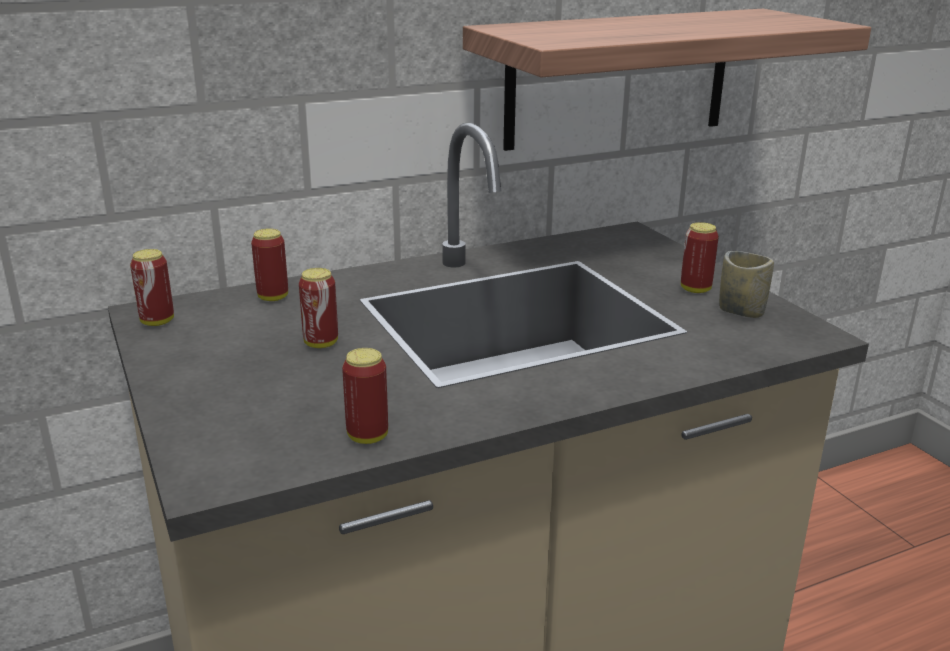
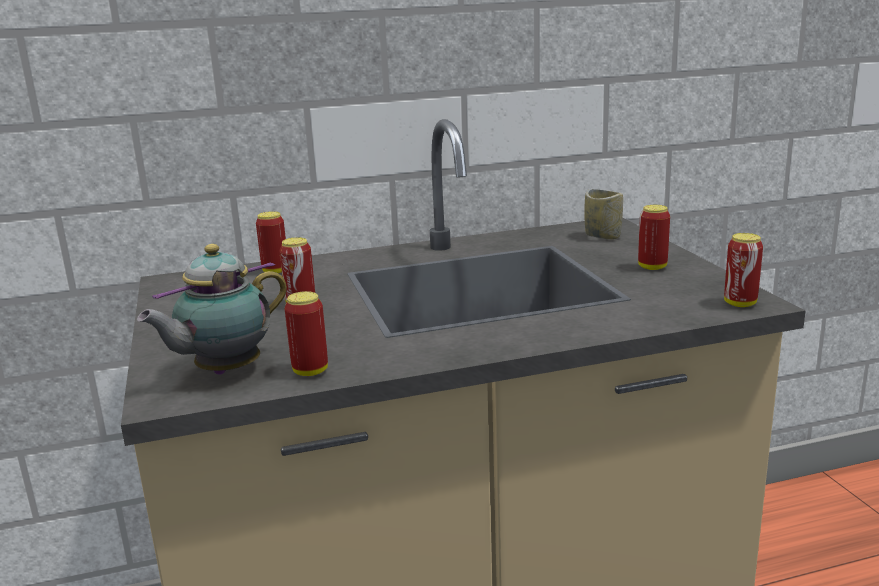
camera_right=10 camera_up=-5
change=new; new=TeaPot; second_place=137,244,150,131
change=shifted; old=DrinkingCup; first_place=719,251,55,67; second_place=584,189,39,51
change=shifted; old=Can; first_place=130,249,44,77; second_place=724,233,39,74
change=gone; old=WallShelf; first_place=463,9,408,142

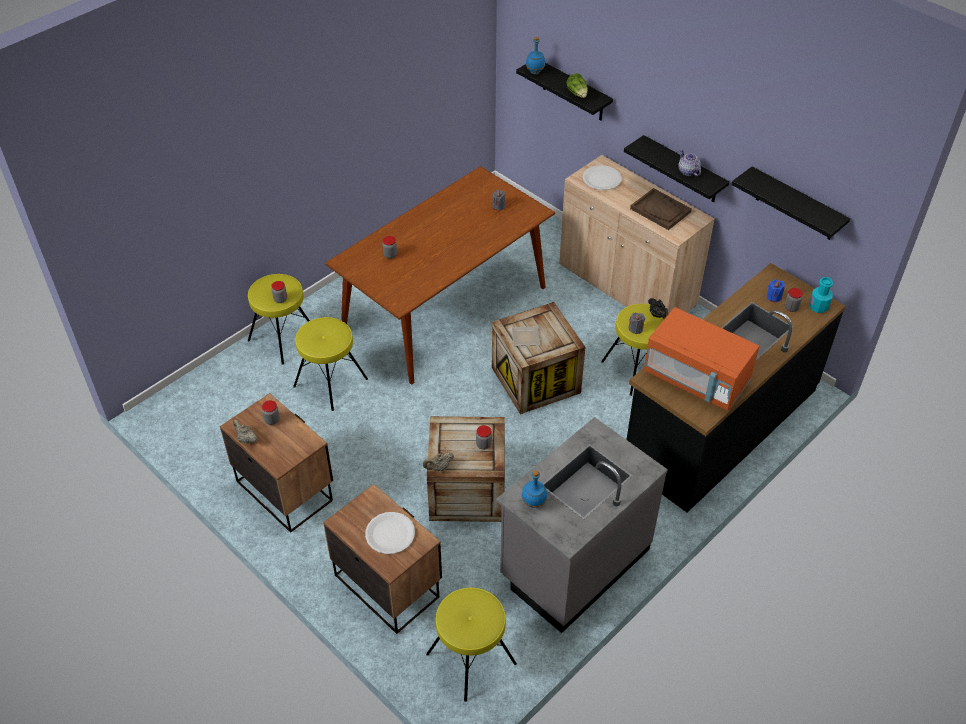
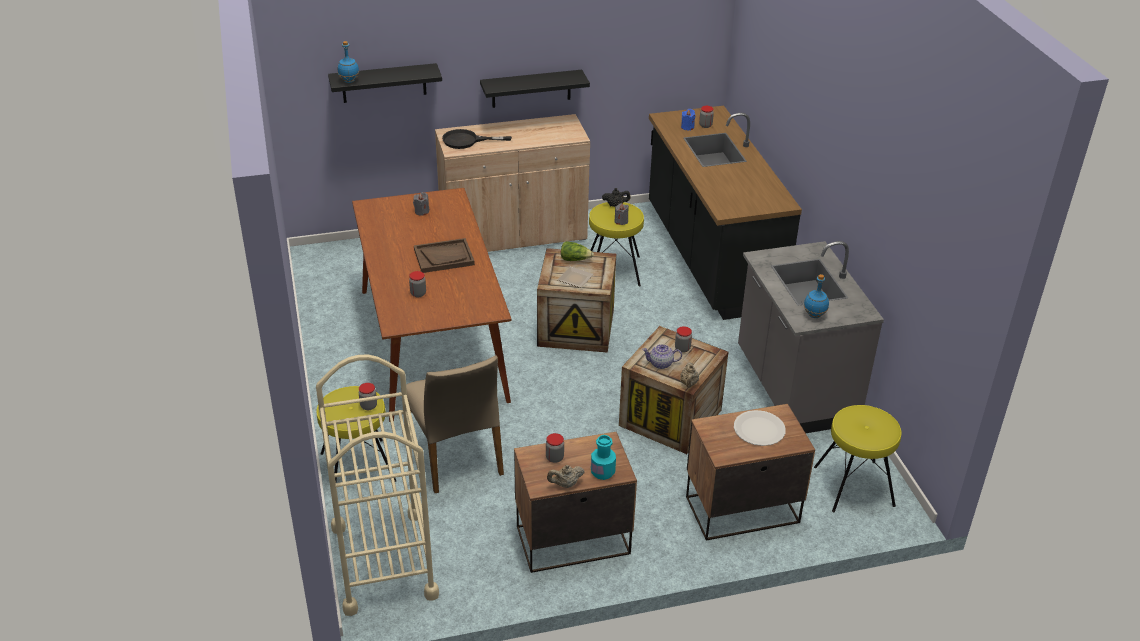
camera_right=-60 camera_up=-10
change=new; new=SandColouredWheeledCart; second_place=316,354,123,262
change=swapped; old=YellowColouredSittingStool; new=SandColouredChair; first_place=293,317,75,94; second_place=406,356,98,137
change=shifted; old=BrownishCarryingTray; first_place=630,188,62,42; second_place=414,238,61,35
change=swapped; old=WhitishDinnerPlate; new=BlackishPan; first_place=583,165,39,25; second_place=442,129,70,20
change=shifted; old=HeadOfLettuce; first_place=567,74,21,24; second_place=561,241,33,20
change=shifted; old=BlueGreenBeverageBottle; first_place=809,277,24,36; second_place=591,435,25,45
change=shifted; old=TeaPot; first_place=678,149,23,27; second_place=642,344,40,25
change=gone; old=OrangeMicrowaveOven; first_place=644,307,115,104
change=gone; old=BlackishWallShelf; first_place=732,167,118,73

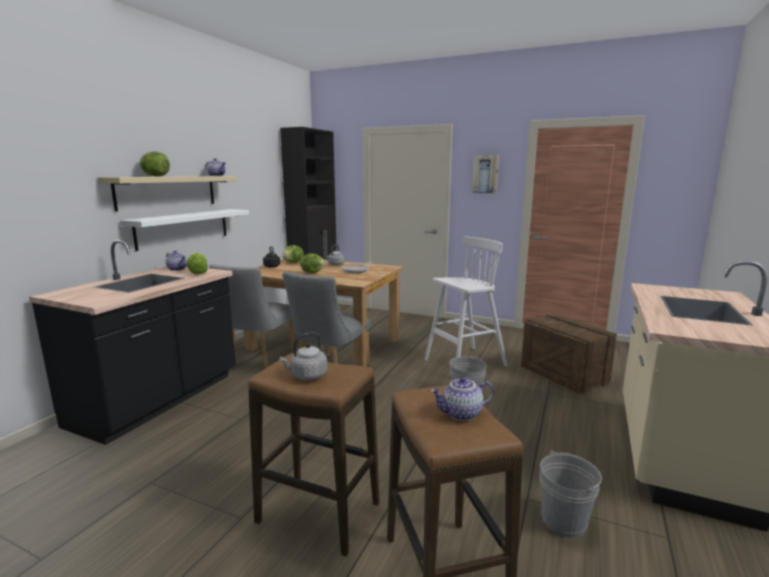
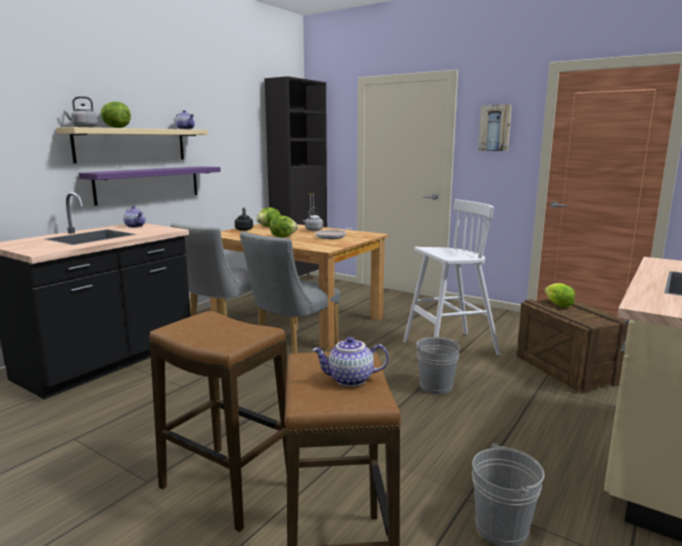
camera_right=10 camera_up=0
change=shifted; old=GrayWaterKettle; first_place=279,332,48,48; second_place=63,96,35,31
change=repainted; old=WhitishWallShelf; new=PurpleColouredWallShelf; first_place=120,209,129,42; second_place=79,166,142,40
change=shifted; old=HeadOfLettuce; first_place=186,253,22,21; second_place=545,283,30,24

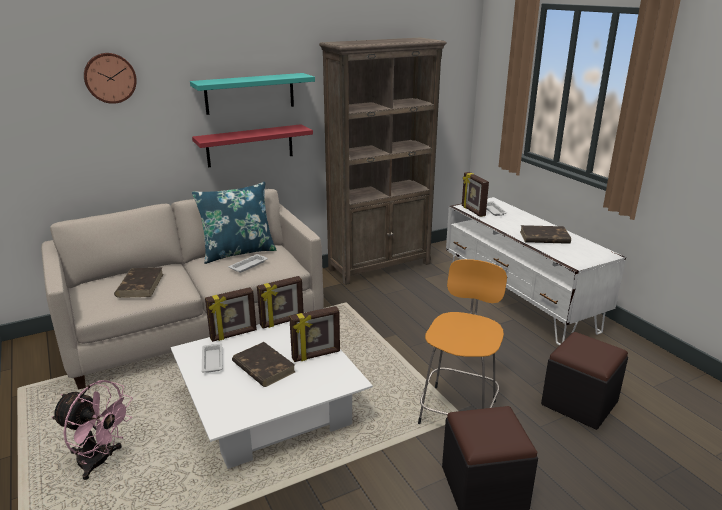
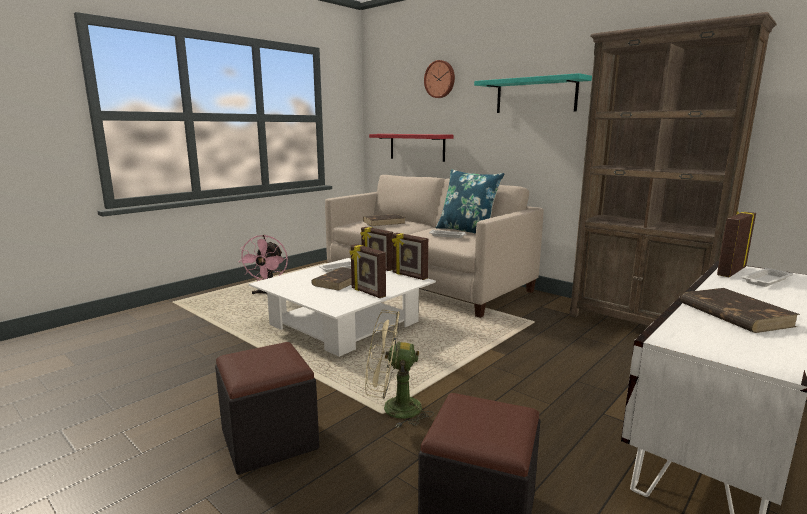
camera_right=70 camera_up=-10
change=swapped; old=OrangeSittingStool; new=SandColouredCoolingFan; first_place=418,259,89,165; second_place=365,310,69,118
change=shifted; old=RedColouredWallShelf; first_place=192,124,121,44; second_place=369,134,84,28

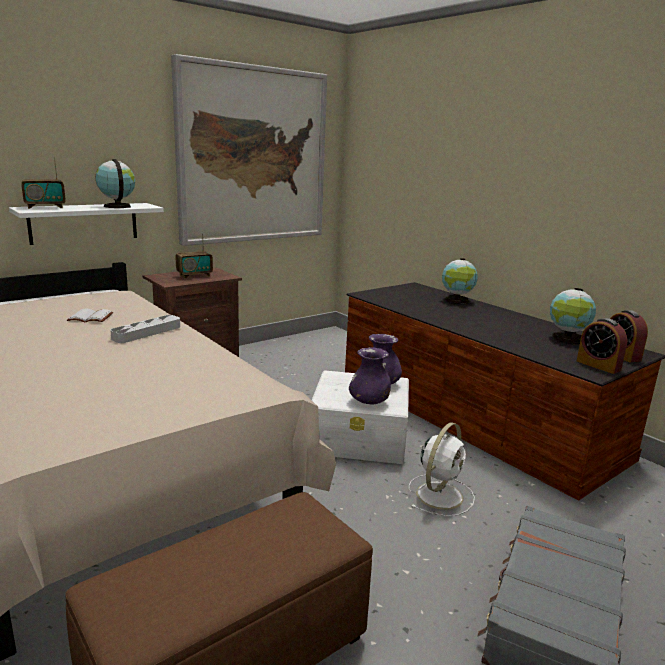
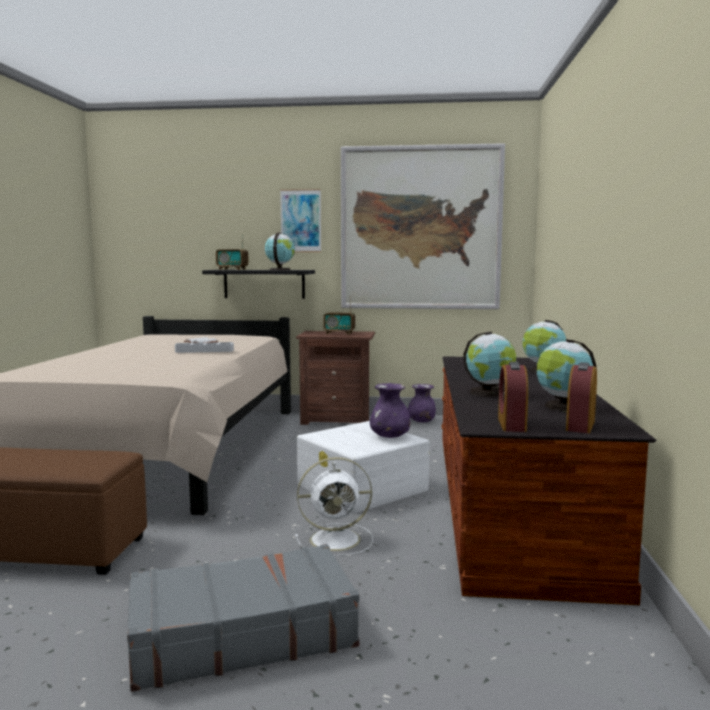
camera_right=45 camera_up=-10
change=repainted; old=WhitishWallShelf; new=BlackishWallShelf; first_place=9,203,155,42; second_place=202,270,113,29
change=new; new=WallArt; second_place=280,189,41,63
change=shifted; old=PurpleColouredVase; first_place=349,347,42,58; second_place=408,384,28,39
change=new; new=DeskGlobe; second_place=463,332,53,65

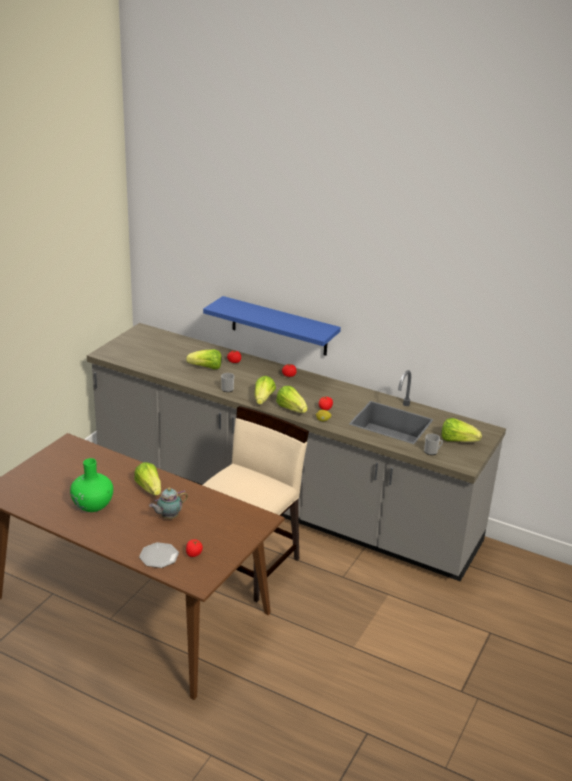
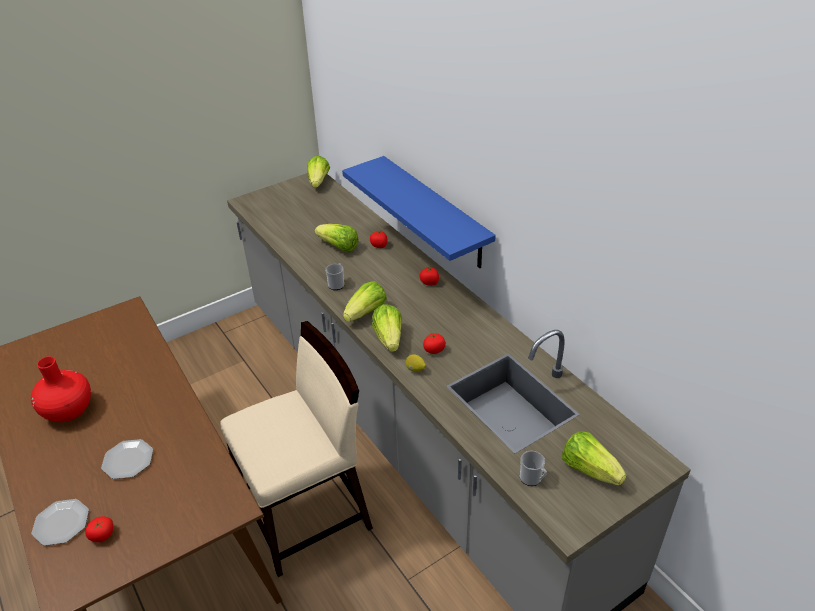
camera_right=30 camera_up=10
change=repainted; old=GreenishVase; new=RedColouredVase; first_place=70,458,43,54; second_place=31,356,60,66
change=swapped; old=TeaPot; new=DinnerPlate; first_place=149,488,39,31; second_place=101,439,52,40
change=shifted; old=HeadOfLettuce; first_place=134,462,27,34; second_place=307,156,23,32

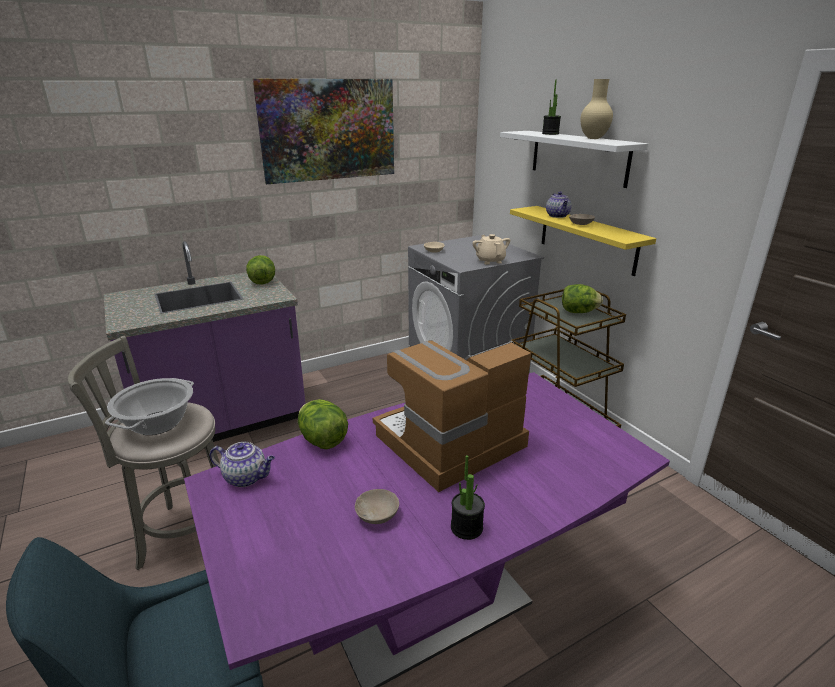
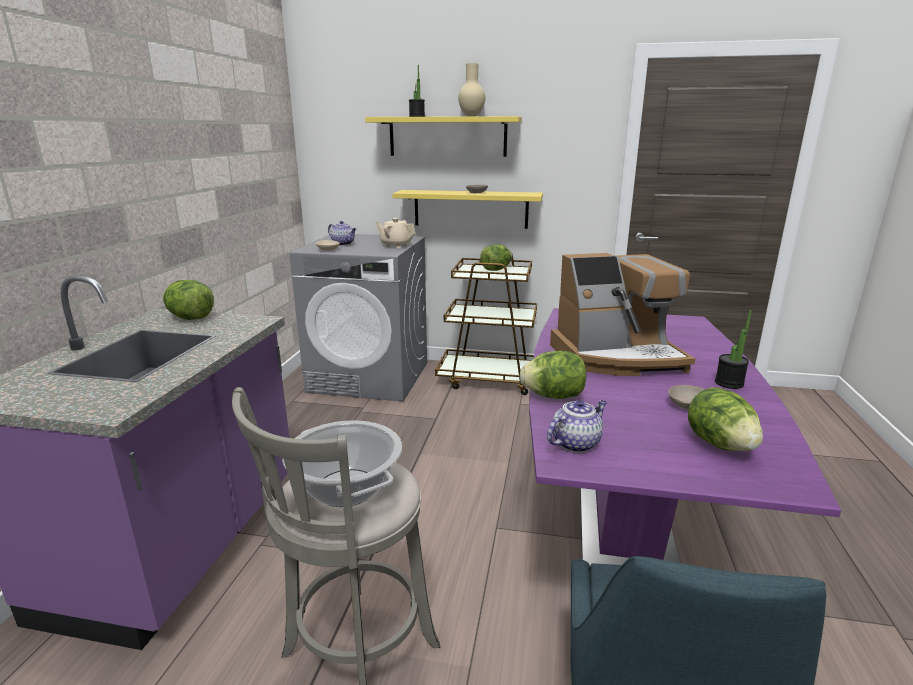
camera_right=-50 camera_up=-5
change=shifted; old=TeaPot; first_place=546,192,26,26; second_place=328,221,28,24
change=repainted; old=WhitishWallShelf; new=YellowColouredWallShelf; first_place=500,131,148,57; second_place=365,116,157,41
change=rotated; old=CoffeeMachine; first_place=373,340,158,152; second_place=550,253,145,123; degrees=-105
change=new; new=HeadOfLettuce; second_place=688,387,75,64
change=gone; old=WallArt; first_place=253,79,141,105

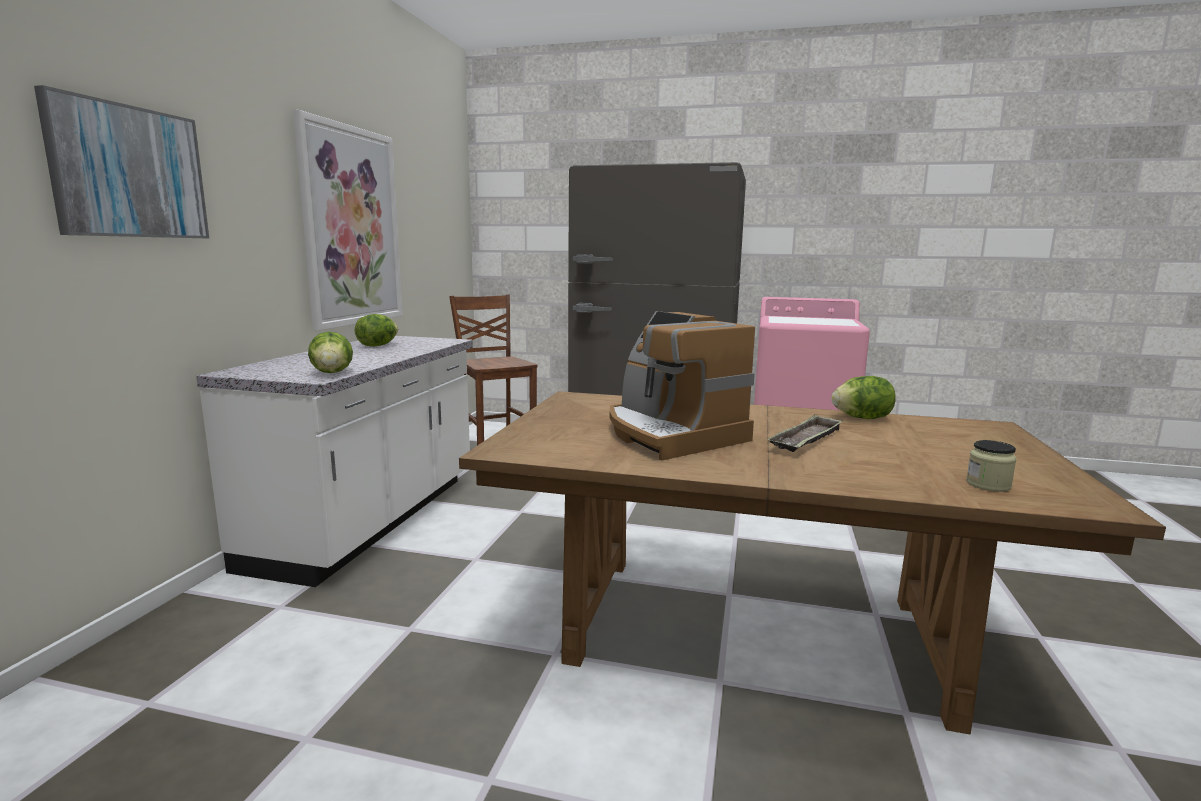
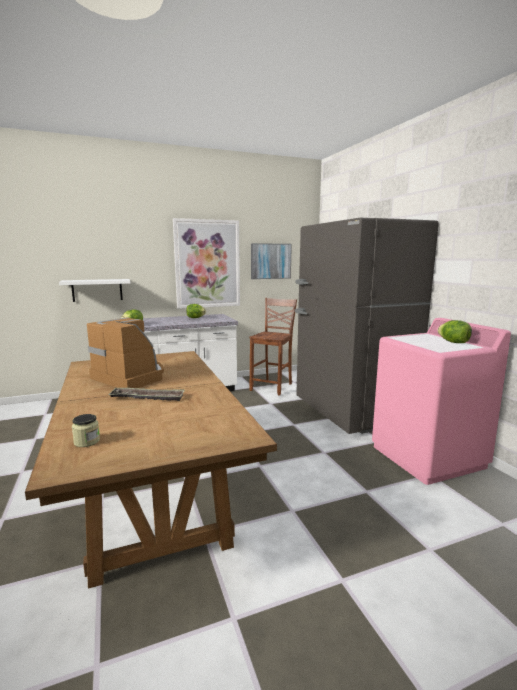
camera_right=55 camera_up=0
change=new; new=WhitishWallShelf; second_place=59,279,71,23
change=rotated; old=CoffeeMachine; first_place=609,311,146,149; second_place=87,317,77,71; degrees=105
change=shifted; old=WallArt; first_place=34,85,175,153; second_place=251,243,41,36
change=shifted; old=HeadOfLettuce; first_place=831,376,65,43; second_place=438,320,34,23

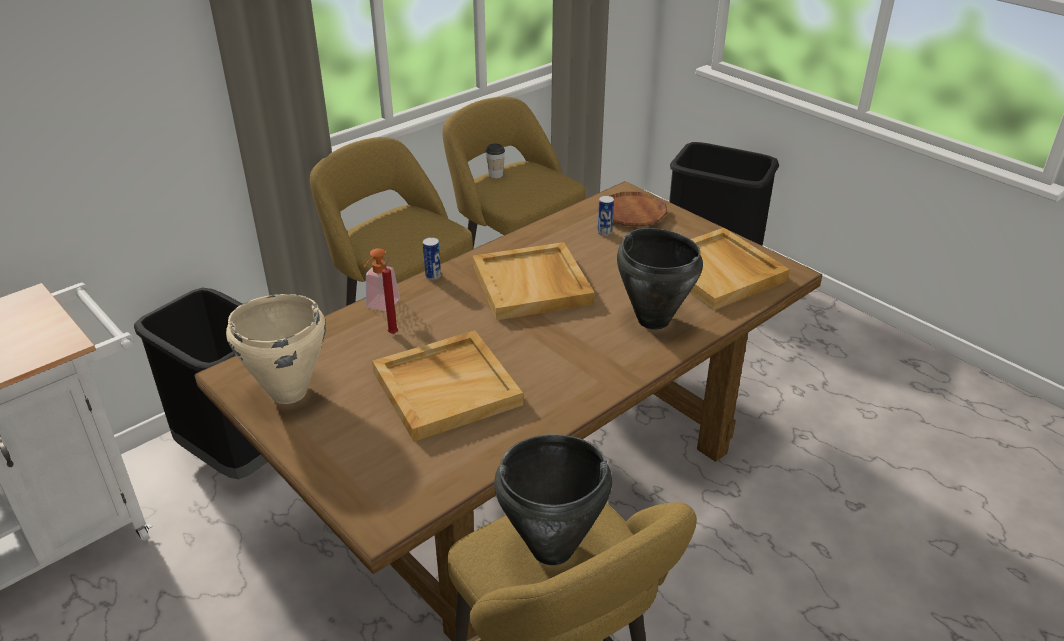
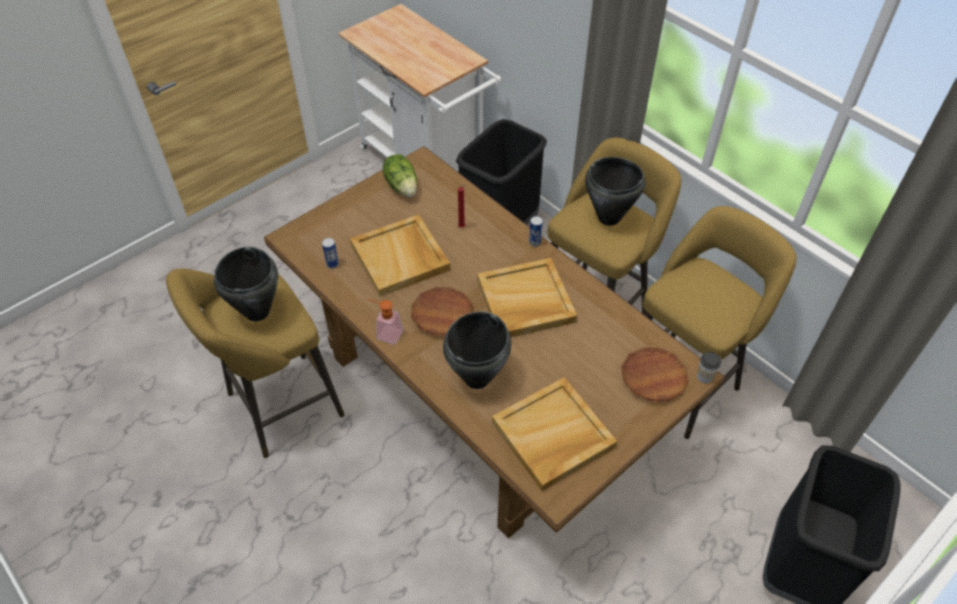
camera_right=90 camera_up=15
change=shifted; old=Can; first_place=598,195,16,41; second_place=322,238,17,31
change=shifted; old=LiquidSoapBottle; first_place=364,248,36,63; second_place=366,299,37,45
change=swapped; old=SandColouredStockpot; new=HeadOfLettuce; first_place=226,294,100,110; second_place=383,154,34,43
change=new; new=BrownishDinnerPlate; second_place=411,287,62,49
change=new; new=BlackishStockpot; second_place=585,157,61,69
change=shifted; old=DrinkingCup; first_place=486,144,19,34; second_place=697,352,25,31

